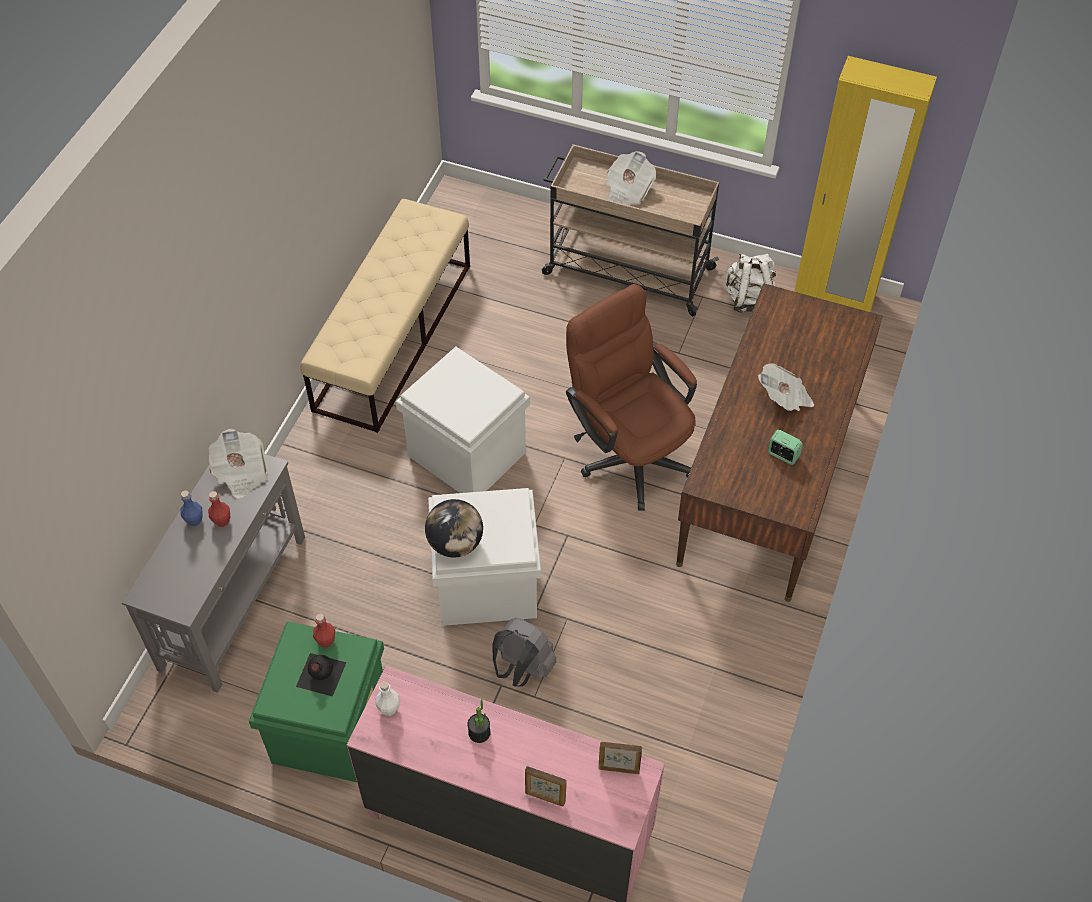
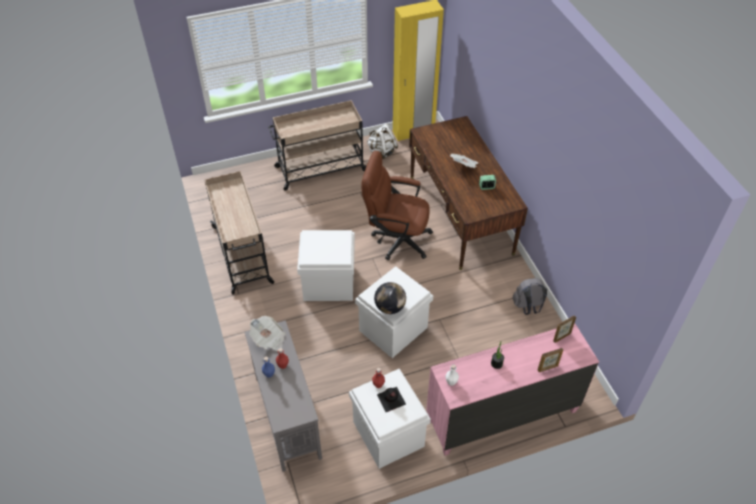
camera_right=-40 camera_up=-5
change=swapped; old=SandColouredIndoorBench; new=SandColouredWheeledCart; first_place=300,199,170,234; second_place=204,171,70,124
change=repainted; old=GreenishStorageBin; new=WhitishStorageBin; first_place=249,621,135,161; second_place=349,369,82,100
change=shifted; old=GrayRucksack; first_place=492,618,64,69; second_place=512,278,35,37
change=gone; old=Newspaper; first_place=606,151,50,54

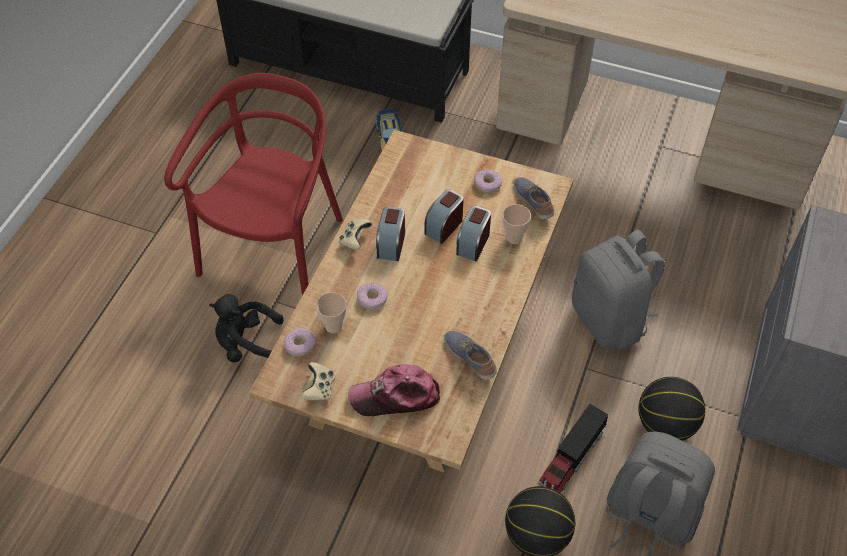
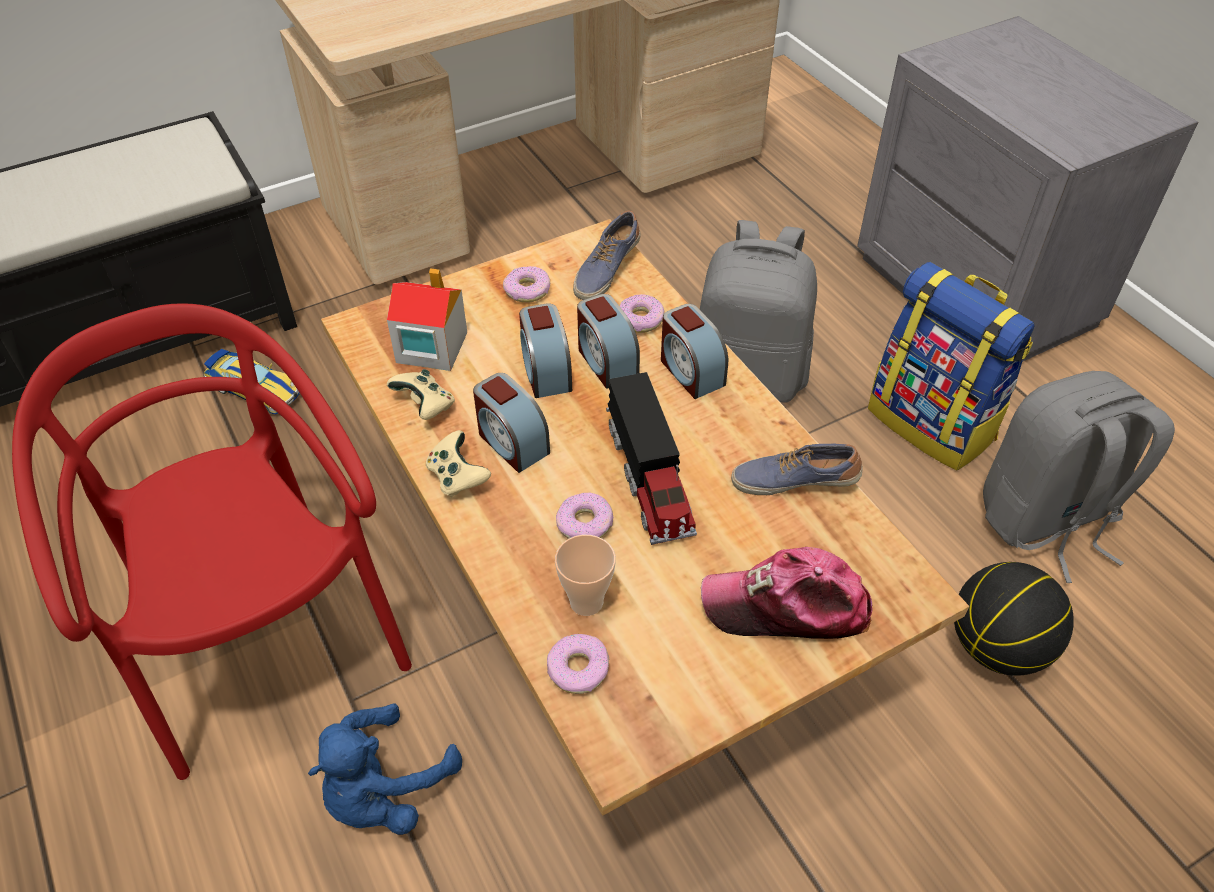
camera_right=-50 camera_up=-5
change=repainted; old=BlackishPlushToy; new=BlueColouredPlushToy; first_place=209,294,75,68; second_place=308,703,154,132
change=new; new=ModelHouse; second_place=387,268,80,103
change=shifted; old=SandColouredJoypad; first_place=301,362,34,38; second_place=387,369,68,51
change=rotated; old=Shoe; first_place=513,177,41,43; second_place=573,210,68,90; degrees=-75
change=shifted; old=ToyTruck; first_place=538,404,71,89; second_place=606,372,91,173
change=swapped; old=DrinkingCup; new=RingDoughnut; first_place=502,204,29,40; second_place=619,294,45,39
change=new; new=BedsideClock; second_place=661,304,67,95
change=rotated; old=BaseballCap; first_place=348,364,92,52; second_place=701,547,172,92; degrees=60
change=swapped; old=Basketball; new=Rucksack; first_place=638,377,67,64; second_place=868,262,166,208

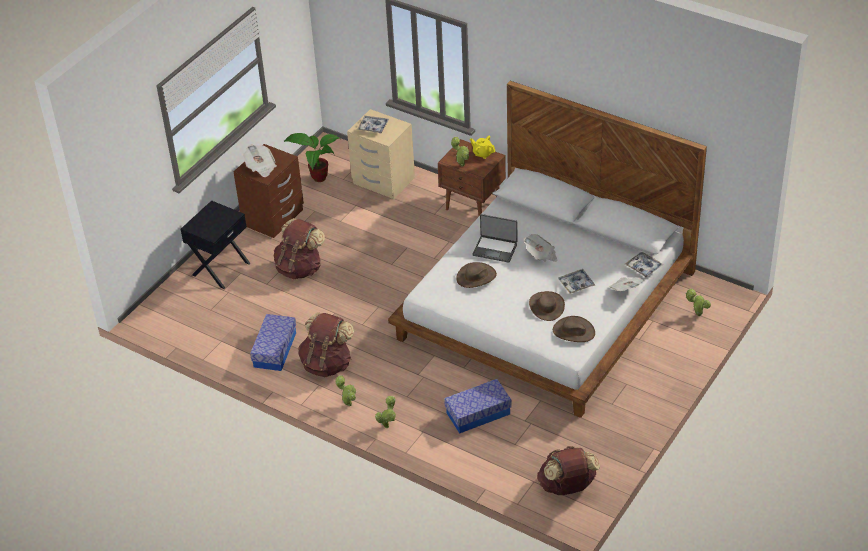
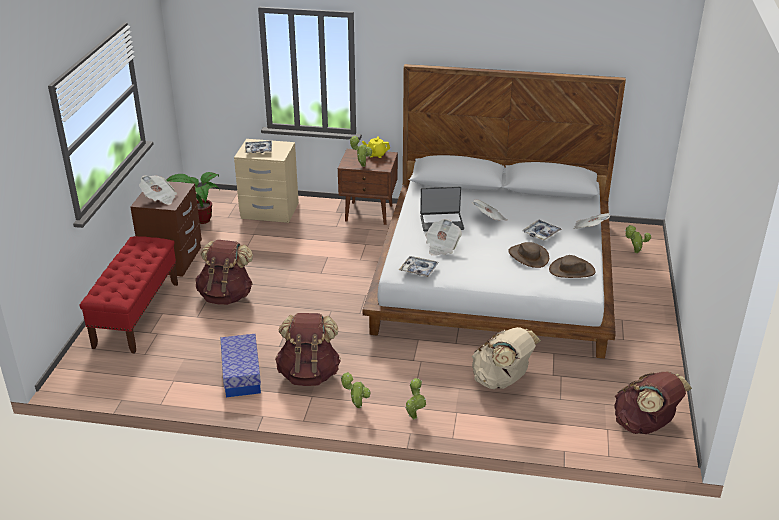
camera_right=-25 camera_up=-10
change=swapped; old=BlackishBedsideTable; new=RedColouredIndoorBench; first_place=181,200,69,89; second_place=79,236,99,117
change=shifted; old=CarryingTray; first_place=625,252,39,25; second_place=399,256,40,21
change=swapped; old=BrownishWearableHat; new=Newspaper; first_place=456,262,41,26; second_place=425,219,37,37
change=swapped; old=StorageBin; new=SandColouredRucksack; first_place=444,379,68,55; second_place=472,327,69,62

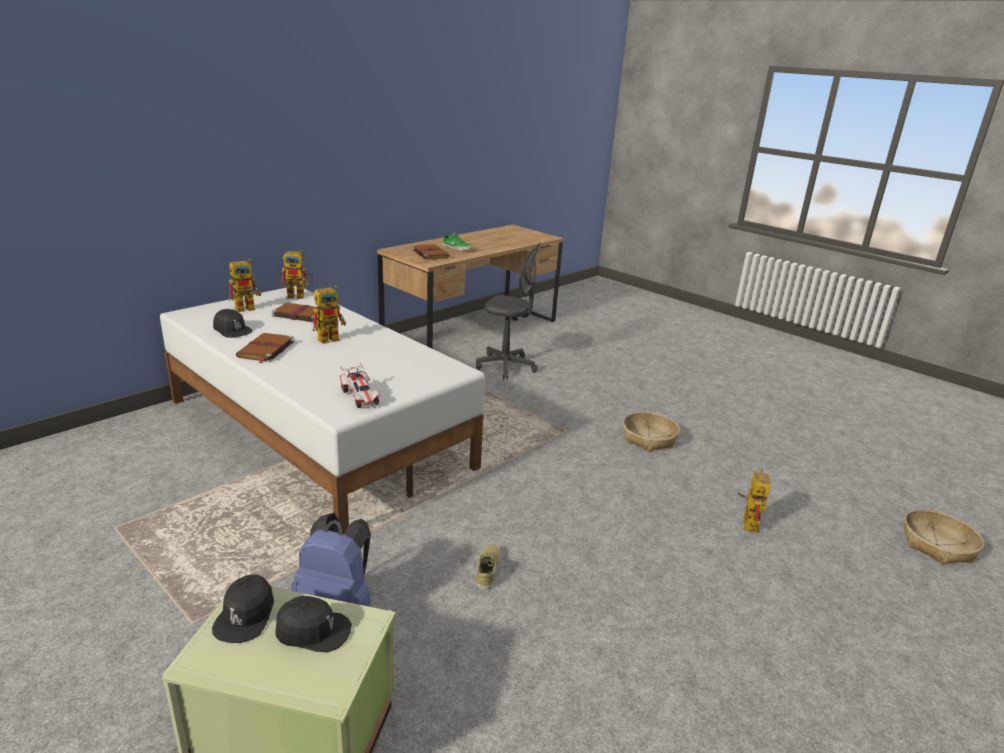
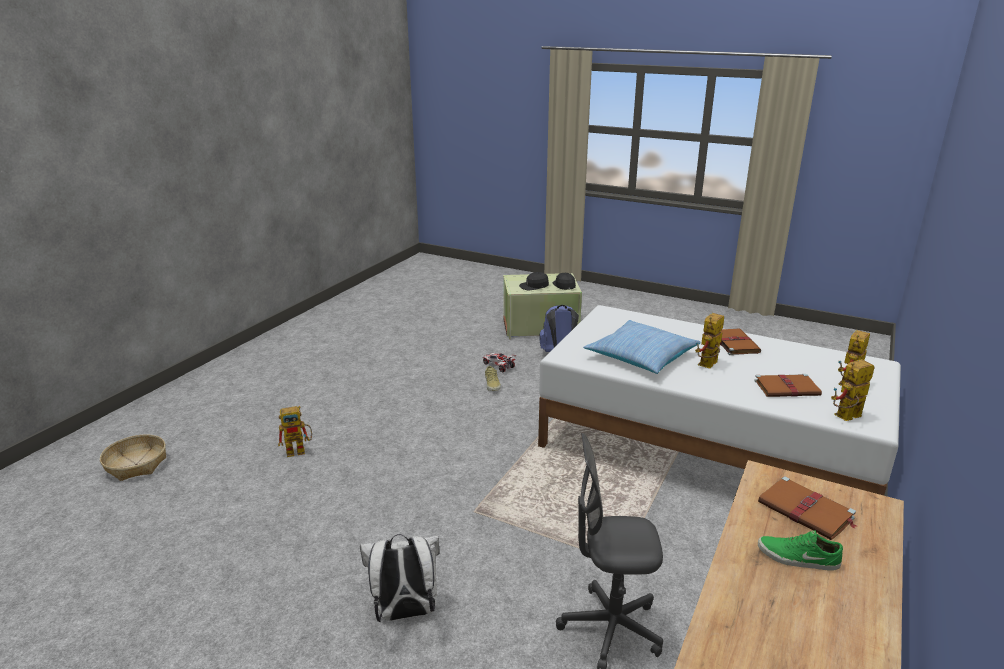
camera_right=165 camera_up=0
change=rotated; old=RobotFigure; first_place=738,468,33,65; second_place=278,406,34,51; degrees=-105
change=new; new=WhitishRucksack; second_place=360,534,79,88
change=shifted; old=MiniatureCar; first_place=339,362,41,46; second_place=482,353,34,20
change=new; new=ThrowPillow; second_place=583,320,118,54
change=gone; old=BlackishBaseballCap; first_place=213,309,39,29
change=gone; old=HouseholdBasket; first_place=623,412,57,40

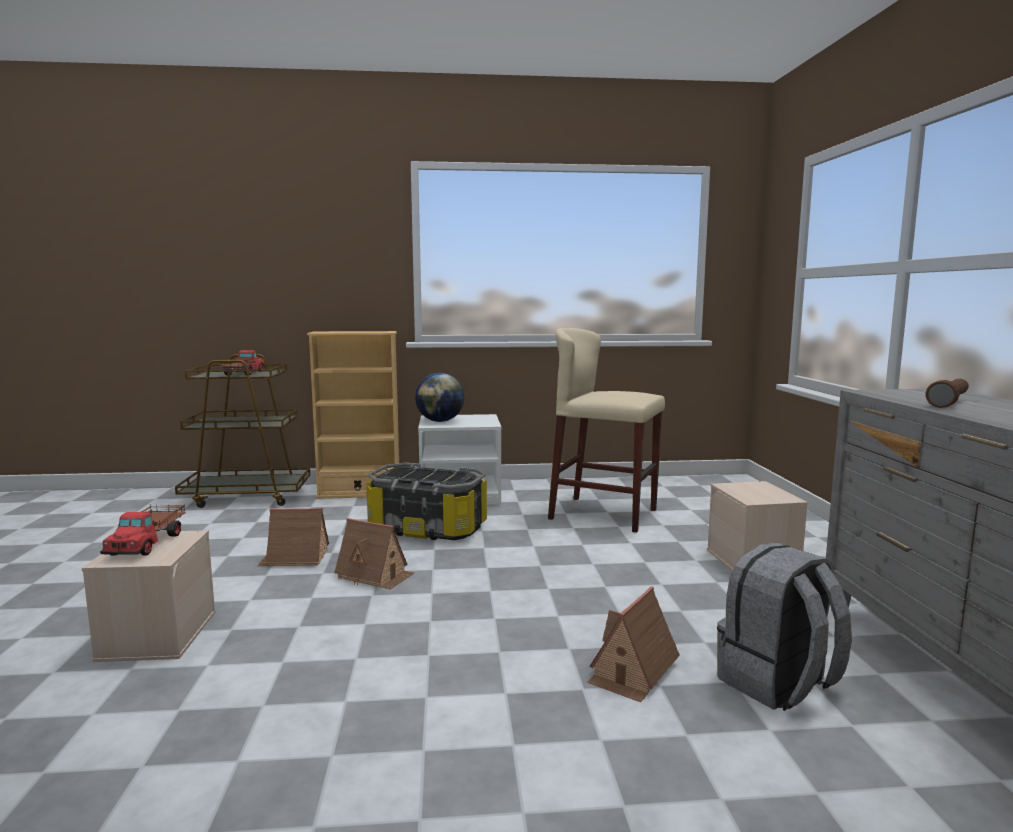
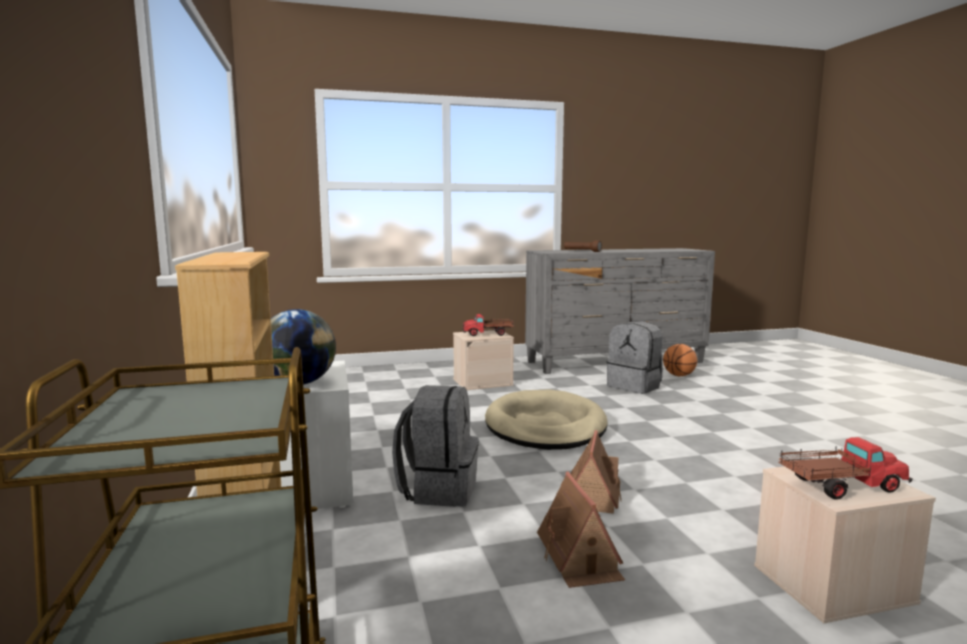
camera_right=-100 camera_up=0
change=swapped; old=StorageBin; new=GrayRucksack; first_place=366,463,121,77; second_place=392,385,87,122
change=shifted; old=ToyTruck; first_place=219,350,47,25; second_place=462,314,52,22
change=new; new=SandColouredPetBed; second_place=485,390,122,60
change=new; new=Basketball; second_place=663,344,34,32
change=gone; old=SandColouredSittingStool; first_place=548,328,117,205
change=gone; old=ModelHouse; first_place=587,586,93,116

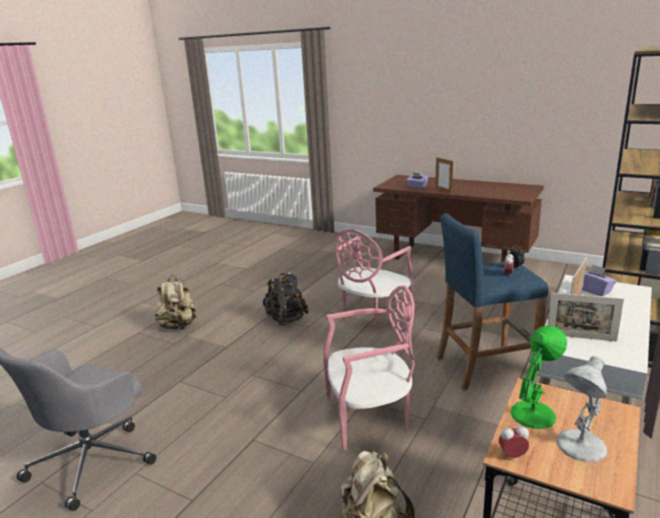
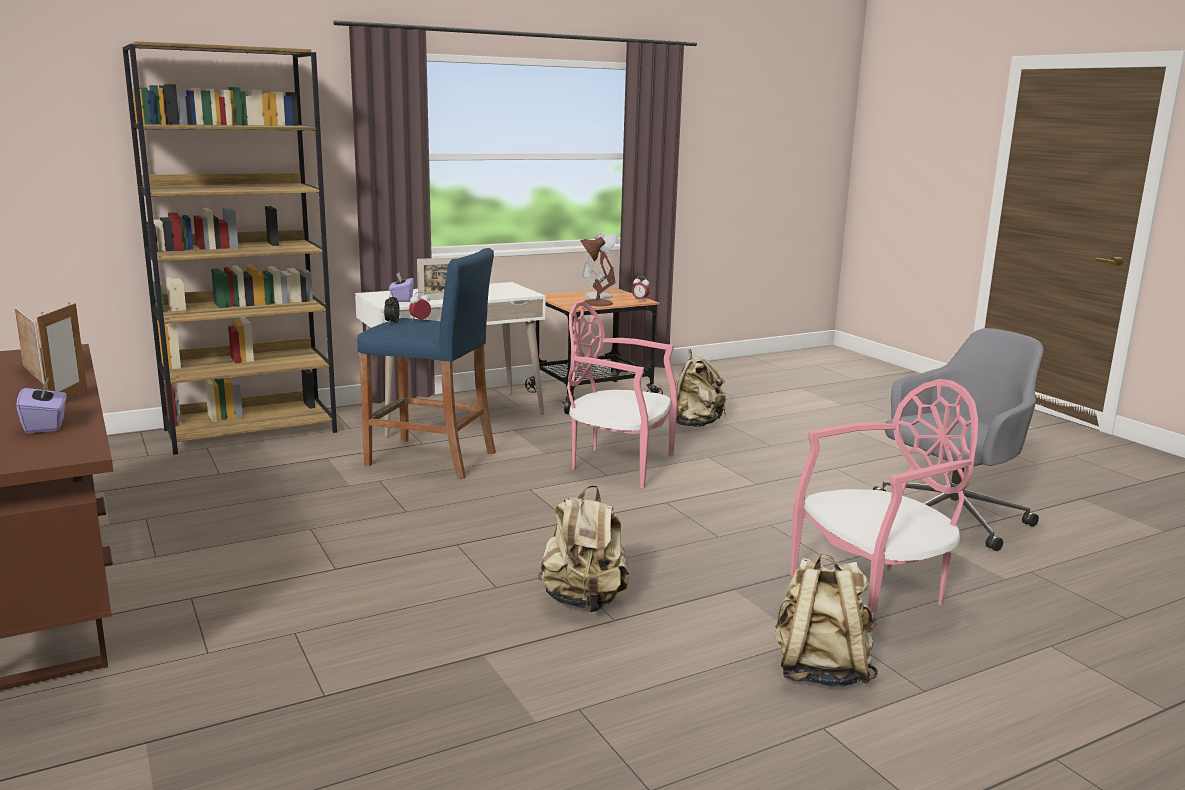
camera_right=-150 camera_up=-5
change=shifted; old=PhotoFrame; first_place=547,293,77,48; second_place=14,307,31,77
change=repainted; old=BlackishRucksack; new=SandColouredRucksack; first_place=263,272,46,54; second_place=538,485,91,127
change=repainted; old=GreenishTableLamp; new=BrownishTableLamp; first_place=510,325,57,104; second_place=581,237,35,69
change=shifted; old=PinkChair; first_place=335,229,78,101; second_place=790,379,188,252

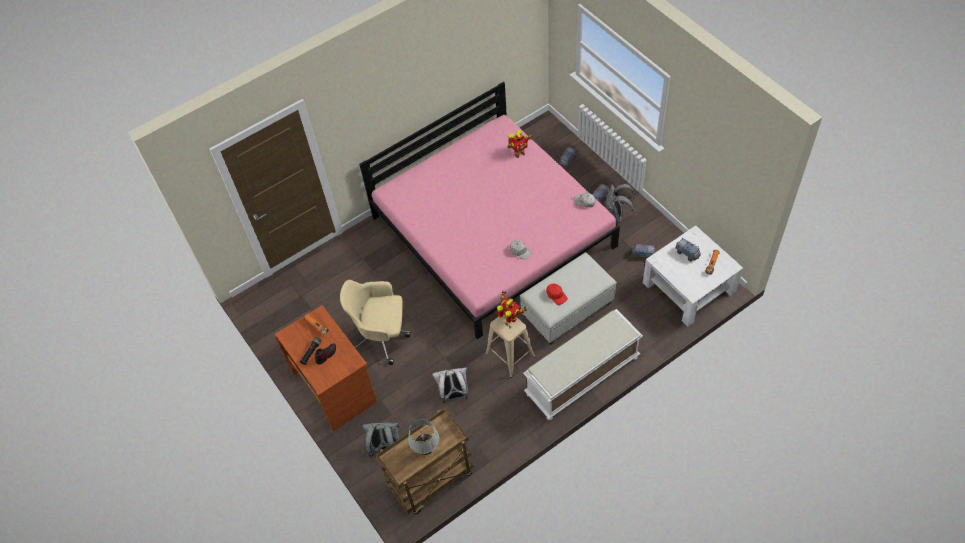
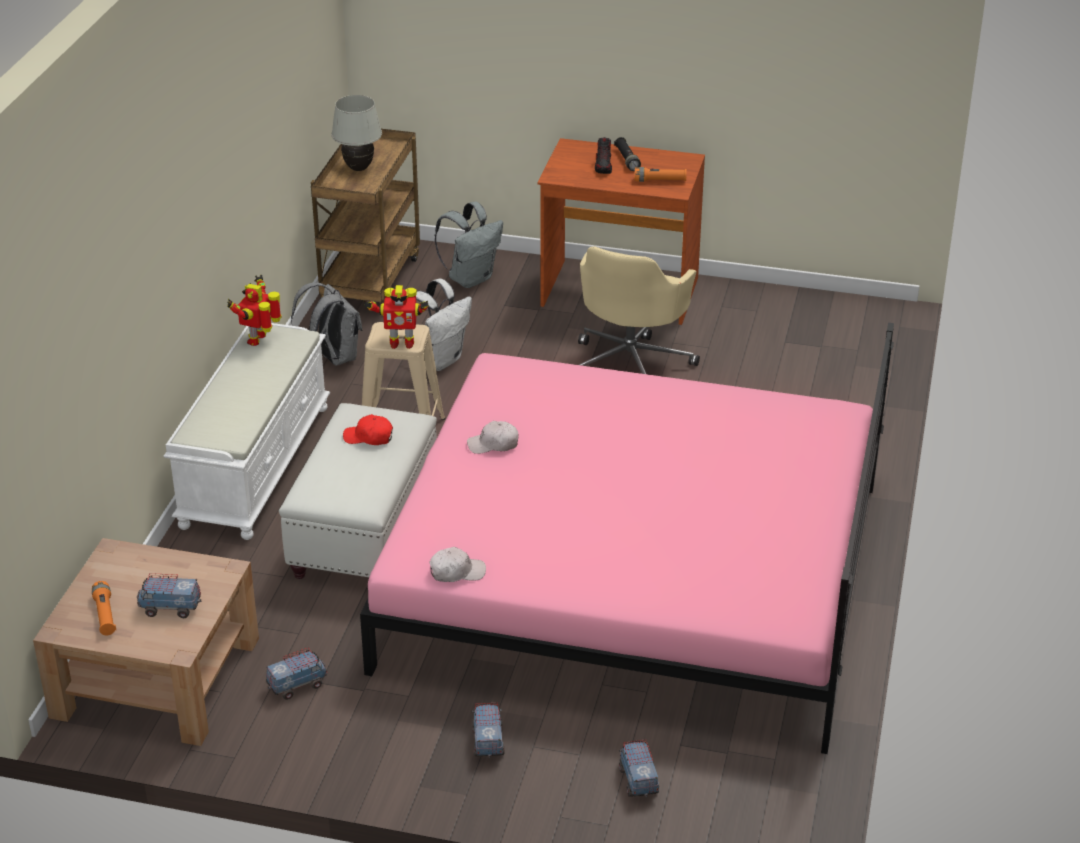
camera_right=135 camera_up=-20
change=repainted; old=WhitishLowTable; new=BrownishLowTable; first_place=643,226,100,101; second_place=33,538,226,208
change=shifted; old=RobotFigure; first_place=508,130,25,28; second_place=227,275,55,71
change=shifted; old=GrayRucksack; first_place=605,184,30,39; second_place=291,283,71,83
change=rotated; old=SandColouredDeskChair; first_place=340,280,70,85; second_place=578,247,122,127; degrees=150

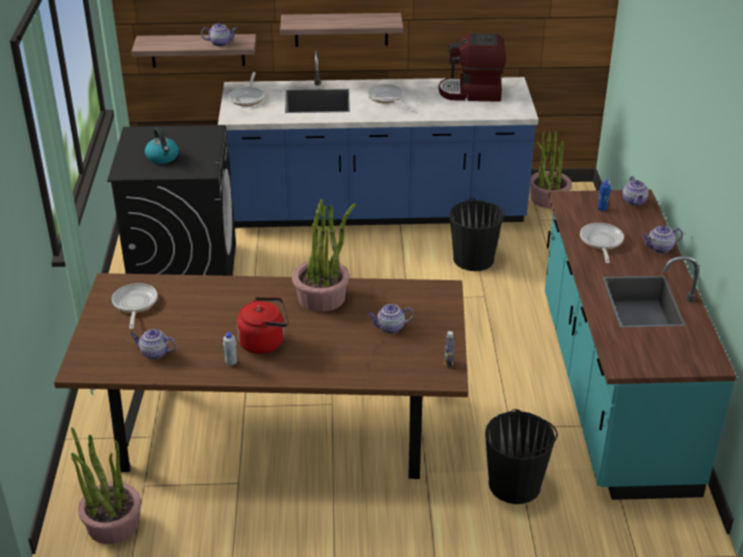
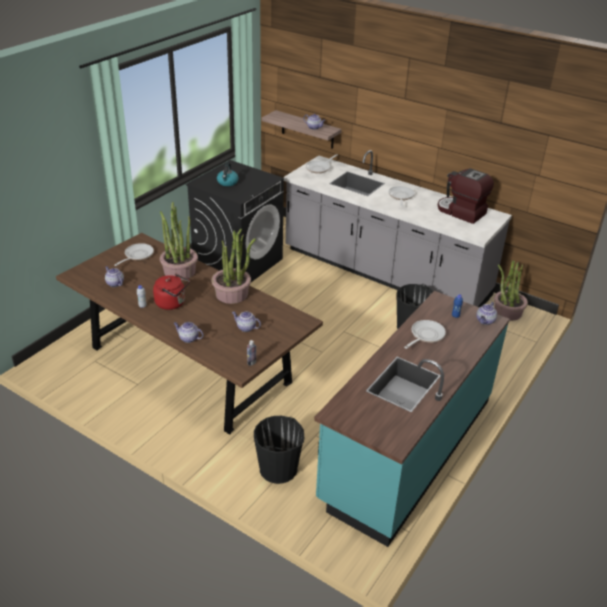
camera_right=35 camera_up=0
change=shifted; old=PlantInAPot; first_place=71,427,70,117; second_place=160,202,38,78
change=shifted; old=TeaPot; first_place=642,226,41,27; second_place=174,322,29,21
change=repainted; old=BlueColouredKitchenBaseUnit; new=GrayKitchenBaseUnit; first_place=218,50,320,178; second_place=284,150,228,158
change=gone; old=WallShelf; first_place=280,13,123,34

